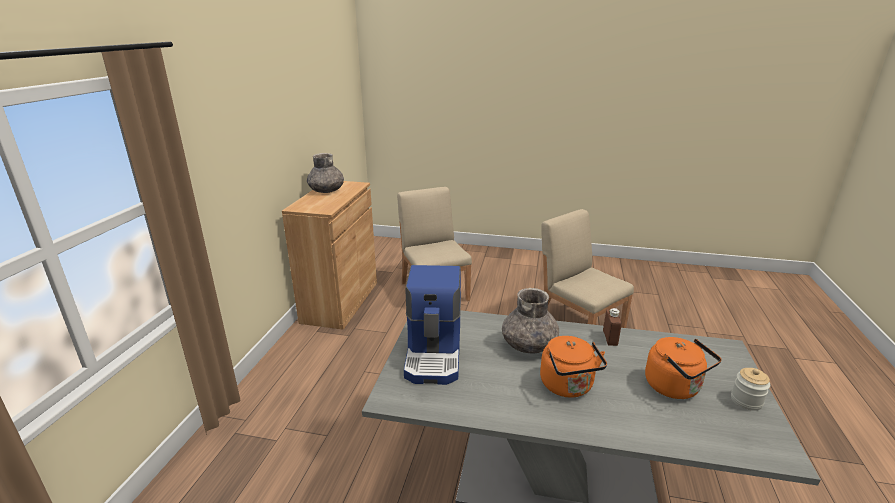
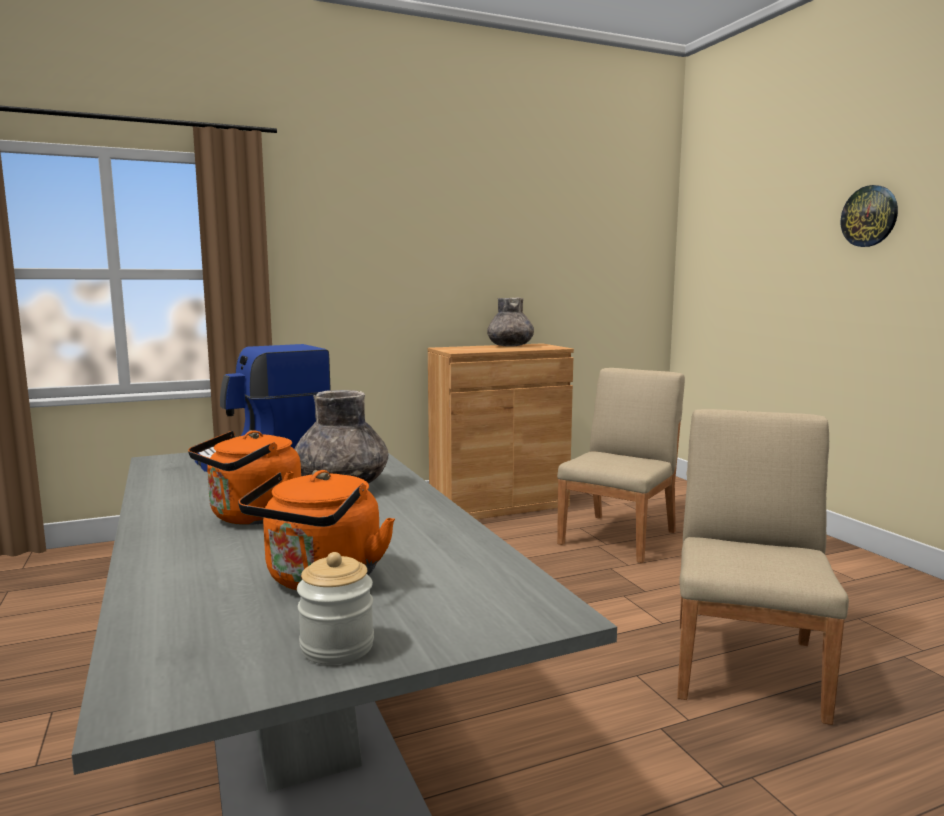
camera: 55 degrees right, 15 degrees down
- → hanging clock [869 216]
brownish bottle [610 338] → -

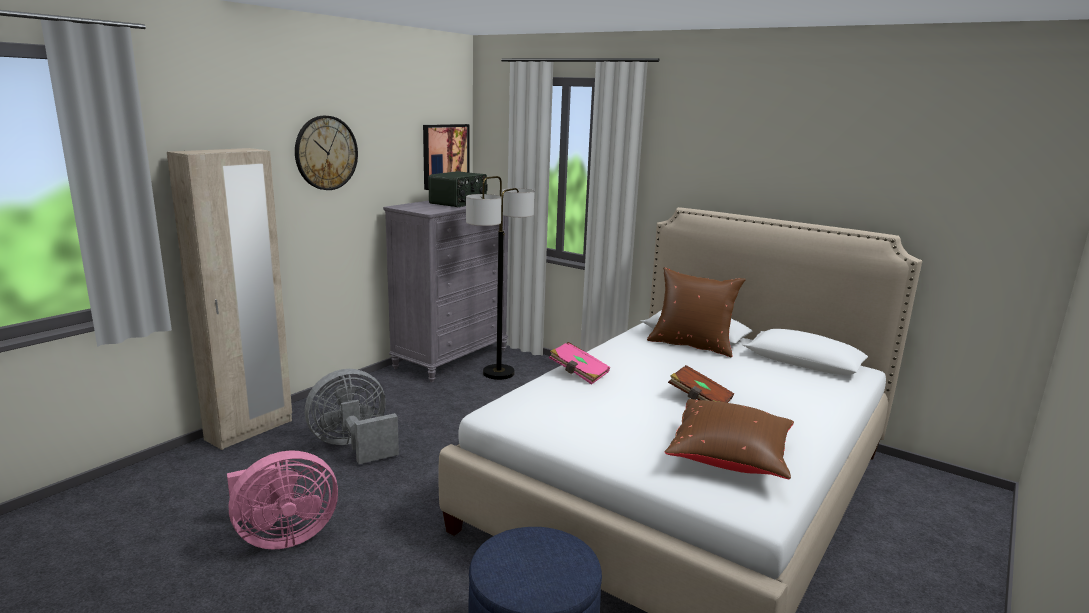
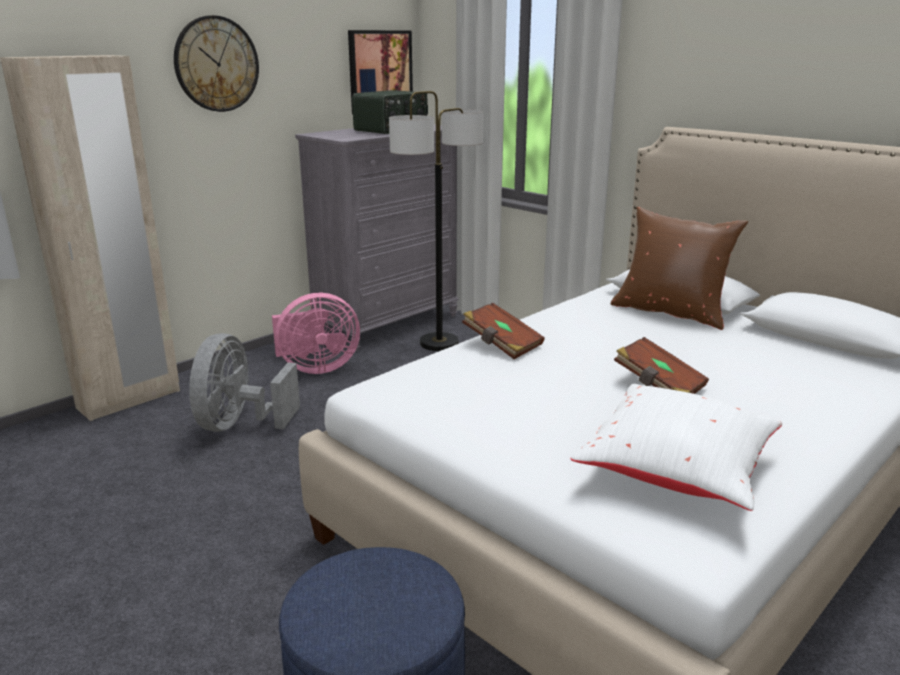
camera: 10 degrees right, 5 degrees up
gray cooling fan [354 446] → gray cooling fan [239 424], 60 degrees counterclockwise
pink cooling fan [282 537] → pink cooling fan [315 368], relocated
pink book [578 373] → brownish book [501 344]
brownish throw pillow [730 458] → white throw pillow [677 471]

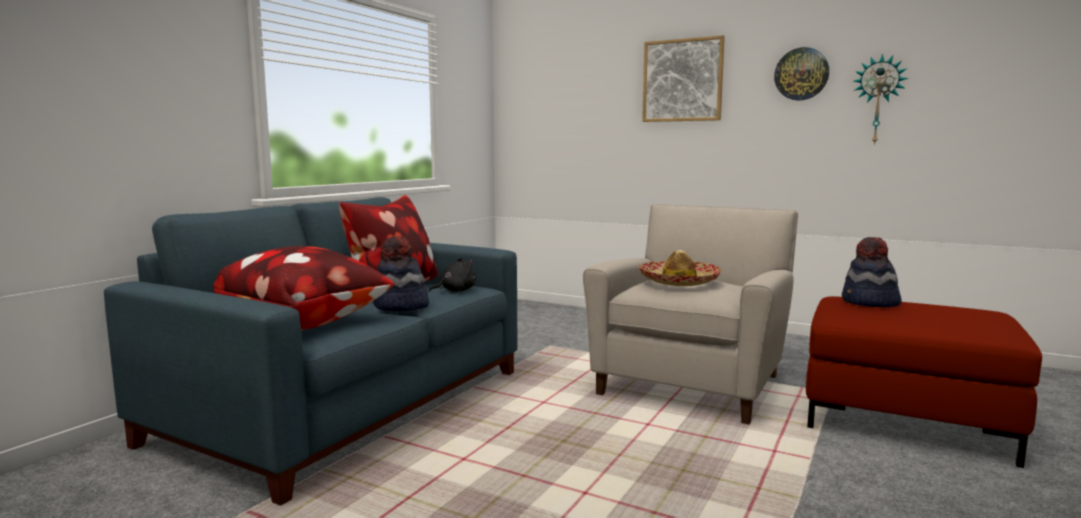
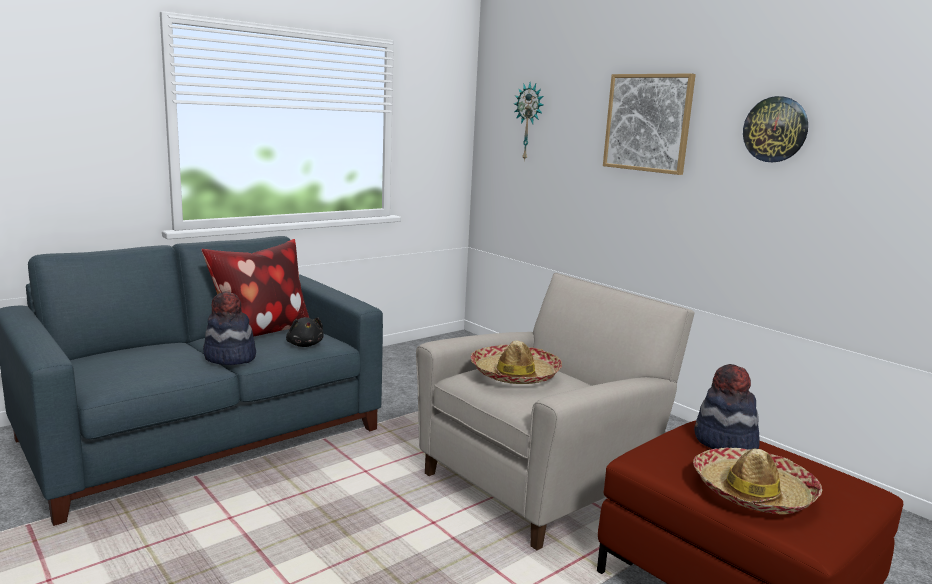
camera: 20 degrees right, 5 degrees up
blackish soft toy [455 291] → blackish soft toy [305 345], 75 degrees clockwise
hanging clock [878 100] → hanging clock [529 122], relocated
- → wearable hat [753 492]
throw pillow [305 324] → -

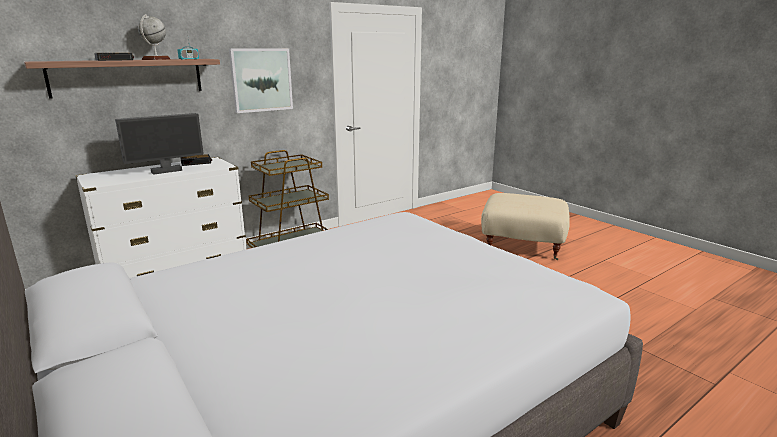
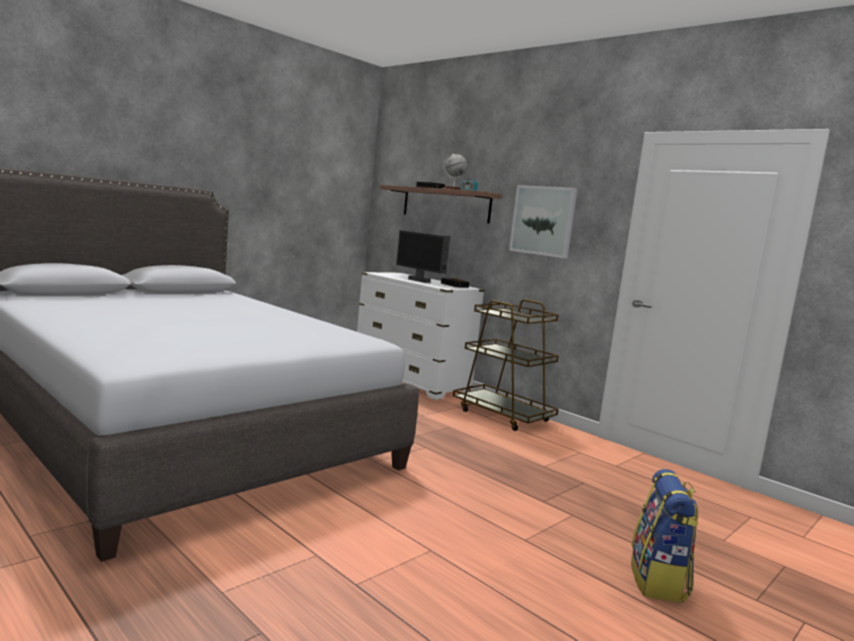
camera: 80 degrees right, 10 degrees down
sand-coloured footrest [523 246] → rucksack [658 581]

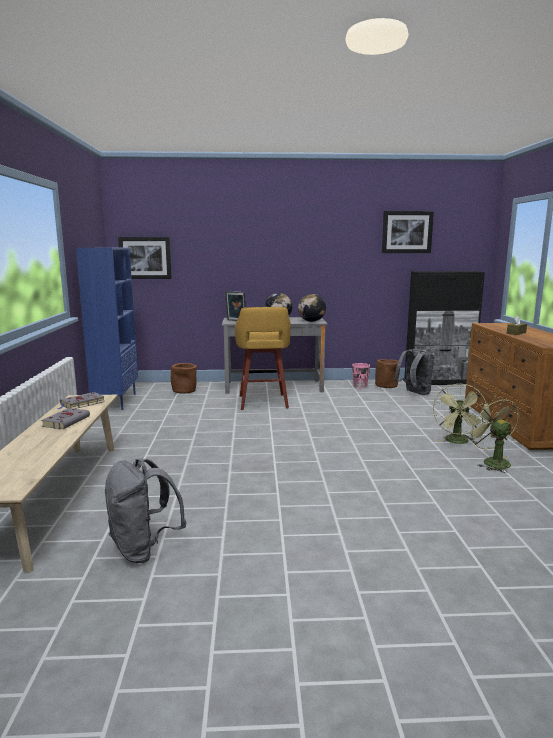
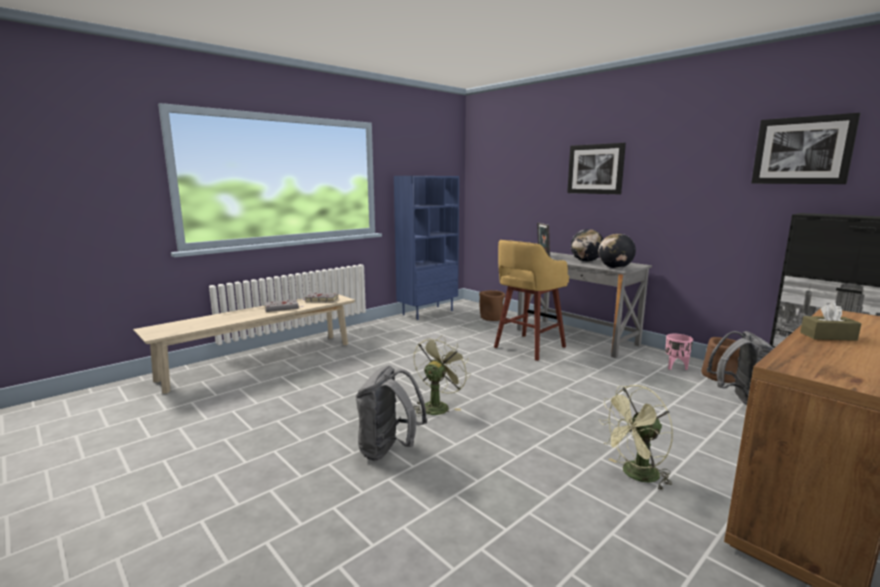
camera: 50 degrees right, 0 degrees up
gray rucksack [143 549] → gray rucksack [389 450], relocated
greenish cooling fan [491 461] → greenish cooling fan [437 406], relocated
picture [145 258] → picture [595 169], relocated

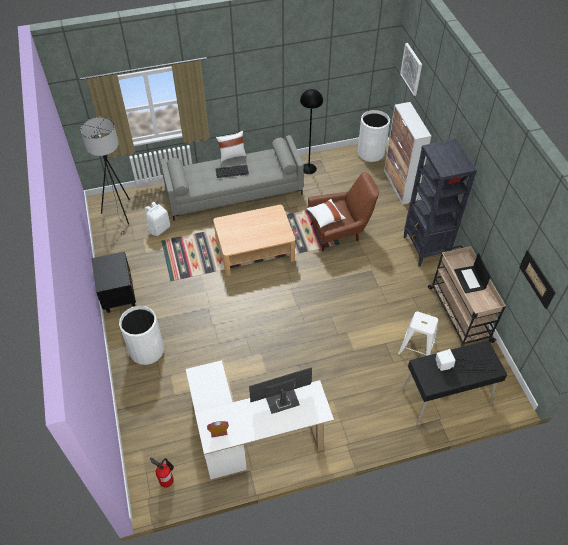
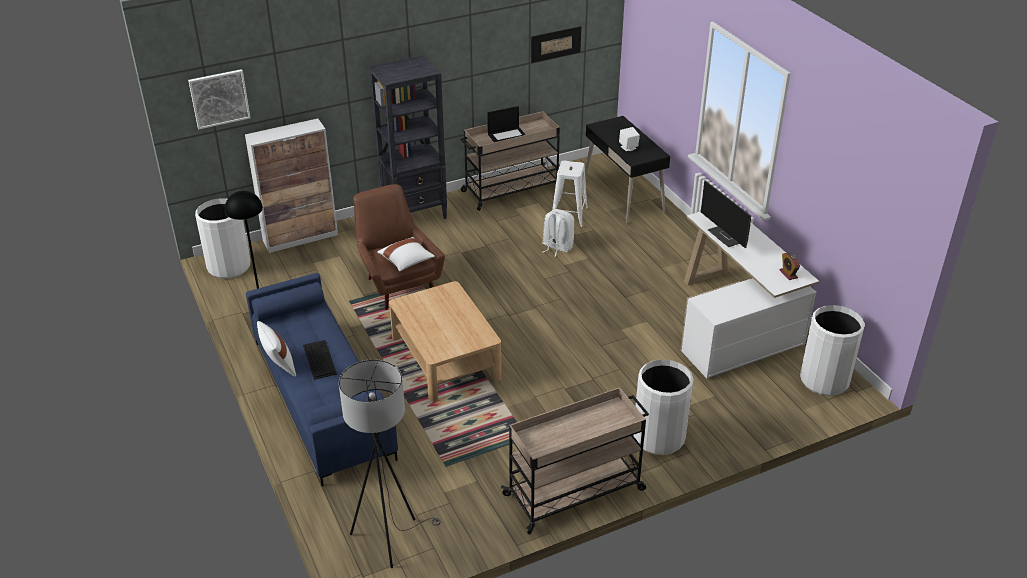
camera: 100 degrees left, 15 degrees down
gray settee [234 191] → bluish settee [321 398]
blackish bedside table [119 297] → sand-coloured trolley [576 492]
white rucksack [159 228] → white rucksack [557 247], relocated
extinguisher [167 479] → white rubbish bin [824 380]

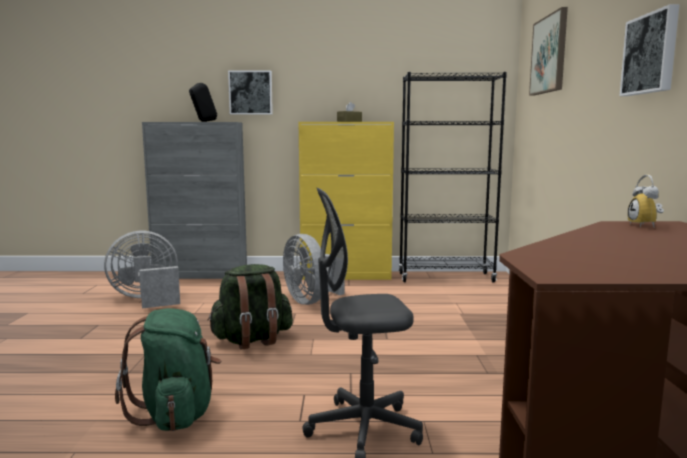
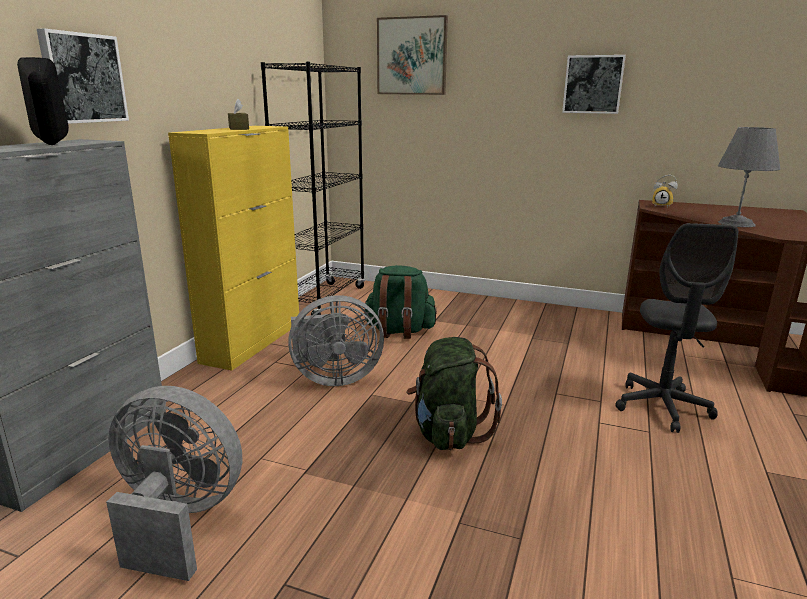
camera: 70 degrees left, 10 degrees up
gray cooling fan [147 299] → gray cooling fan [178 519], 105 degrees clockwise
greenish rucksack [176 413] → greenish rucksack [399 331], relocated
- → gray lamp for a table [737 223]

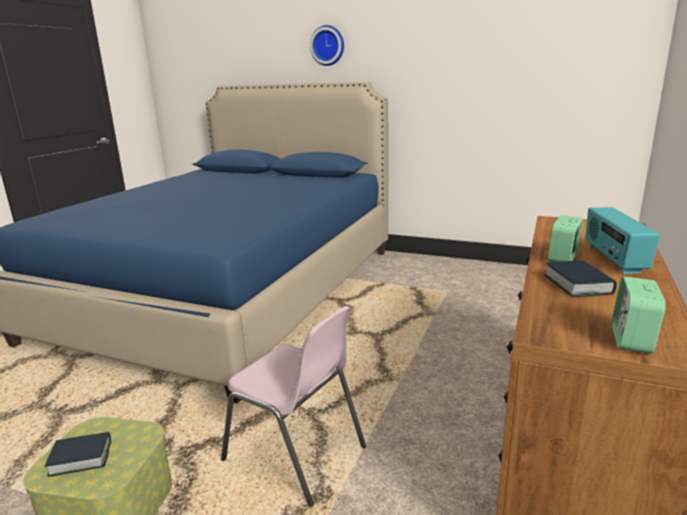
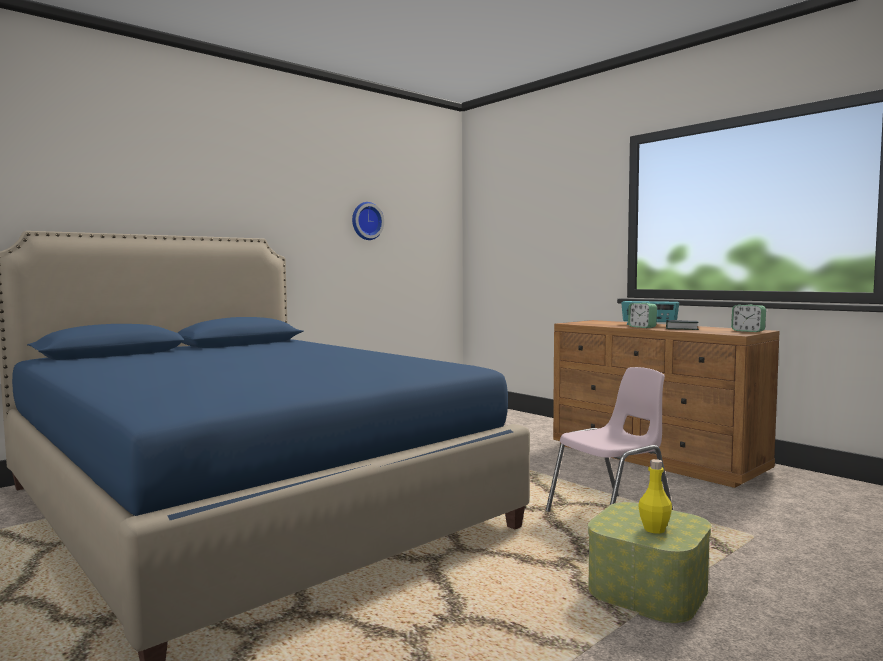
camera: 65 degrees left, 15 degrees down
hanging clock [328 45] → hanging clock [366 221], relocated
book [81 458] → yellow bottle [654 529]

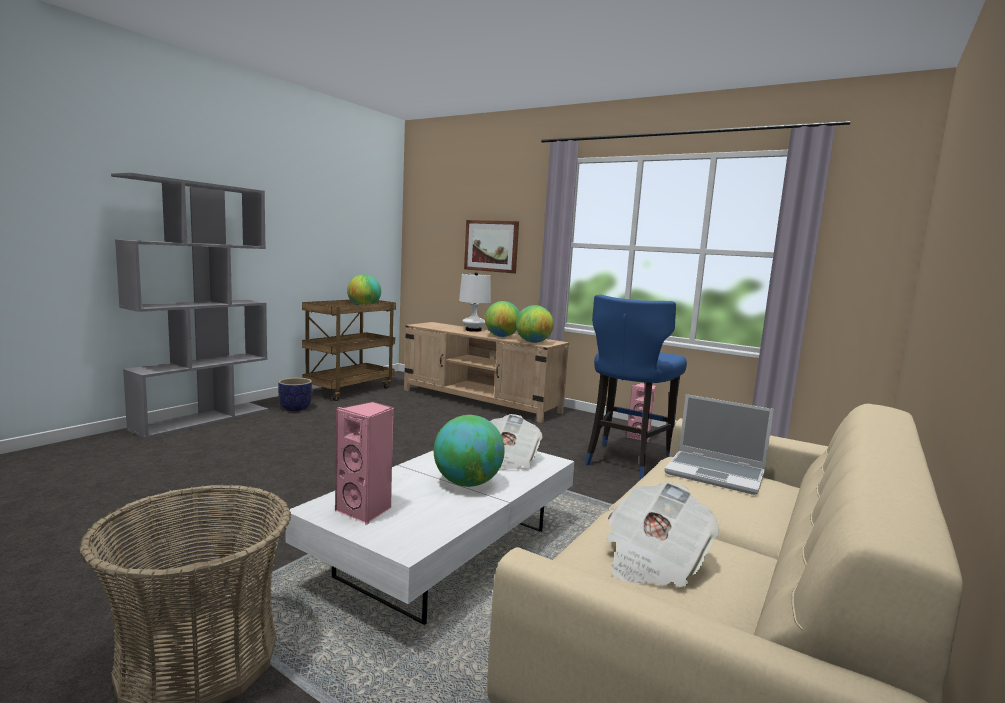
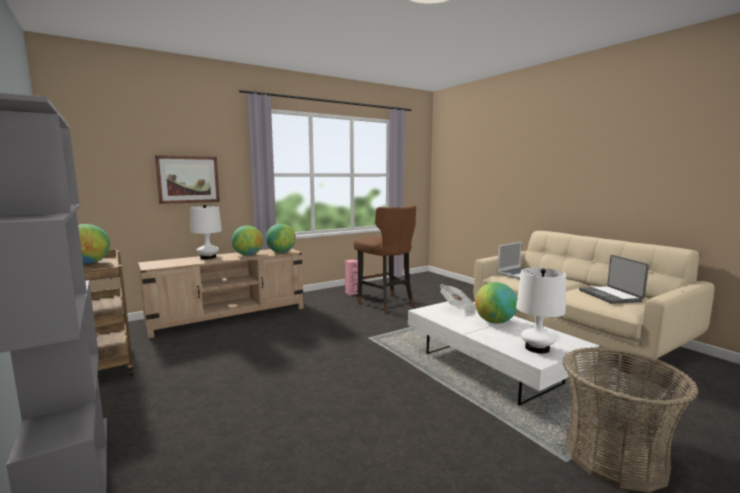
camera: 65 degrees left, 0 degrees up
bluish sitting stool [625 461] → brownish sitting stool [385 304]
pink loudspeaker [366 511] → white lamp for a table [537 348]
newspaper [653 561] → portable computer [611 296]
planter [295 408] → -

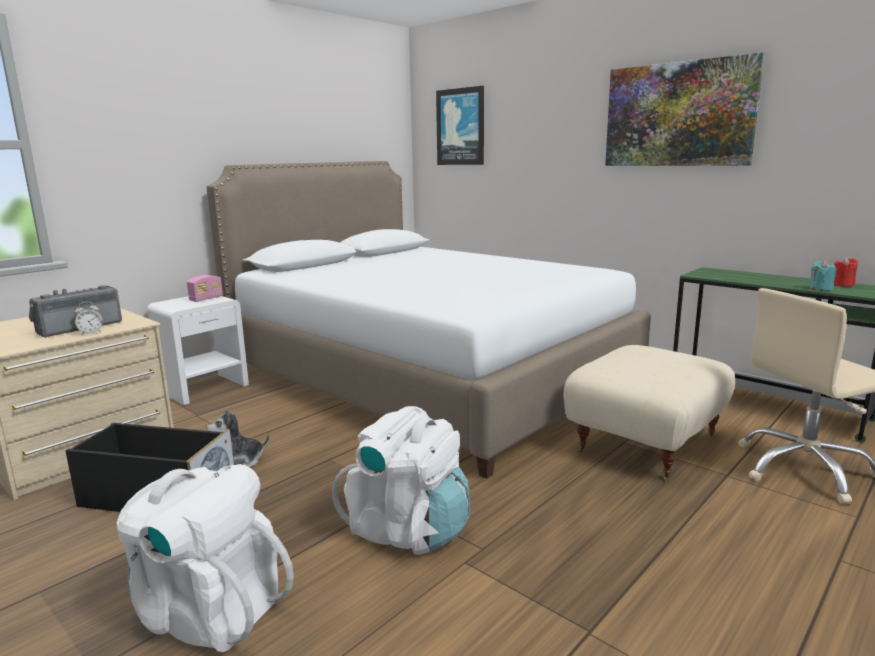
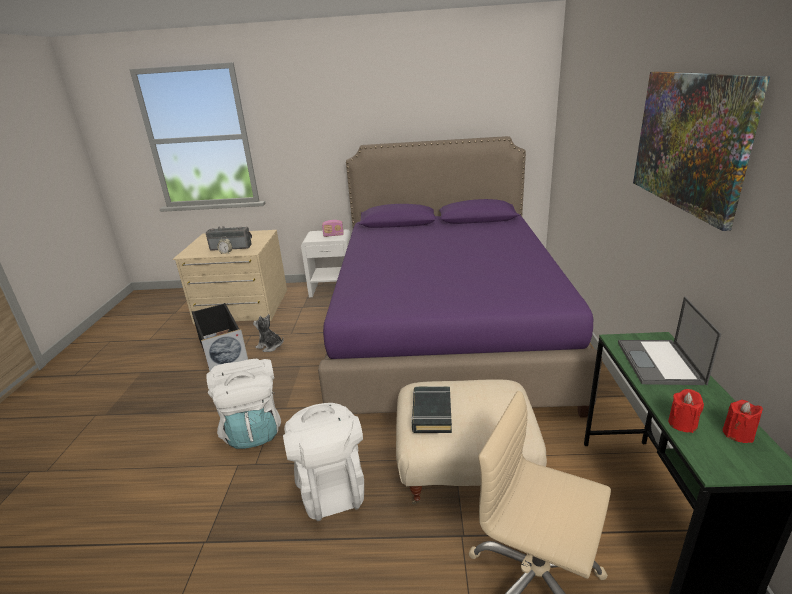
camera: 50 degrees right, 10 degrees up
white rucksack [208 610] → white rucksack [330 487], relocated
white bedroom bed [428 377] → purplish bedroom bed [445 332]
- → blackish book [431 413]
- → portable computer [660 363]
blue-green wax light [820 289] → reddish wax light [682 424]
picture [461 127] → -

